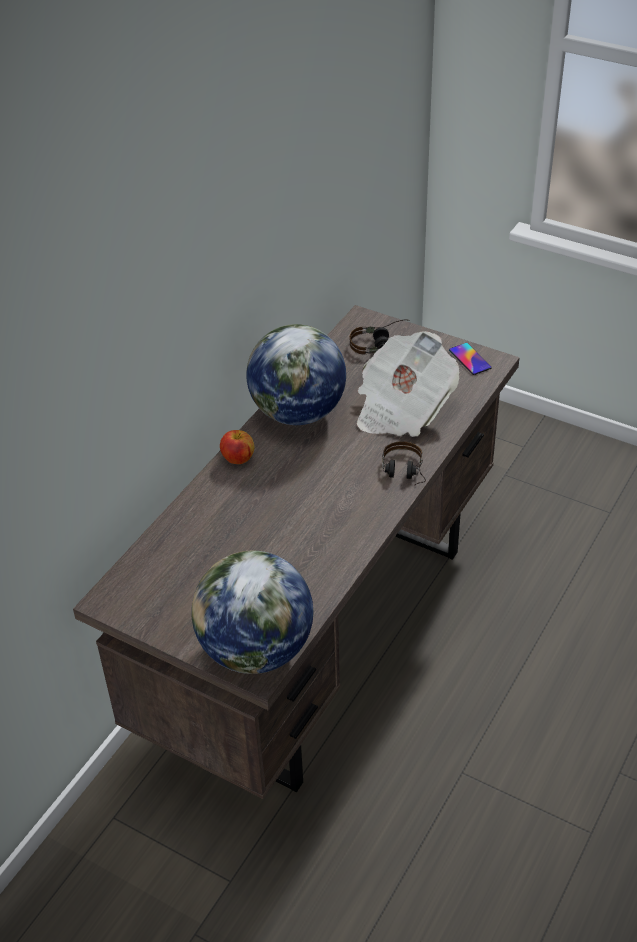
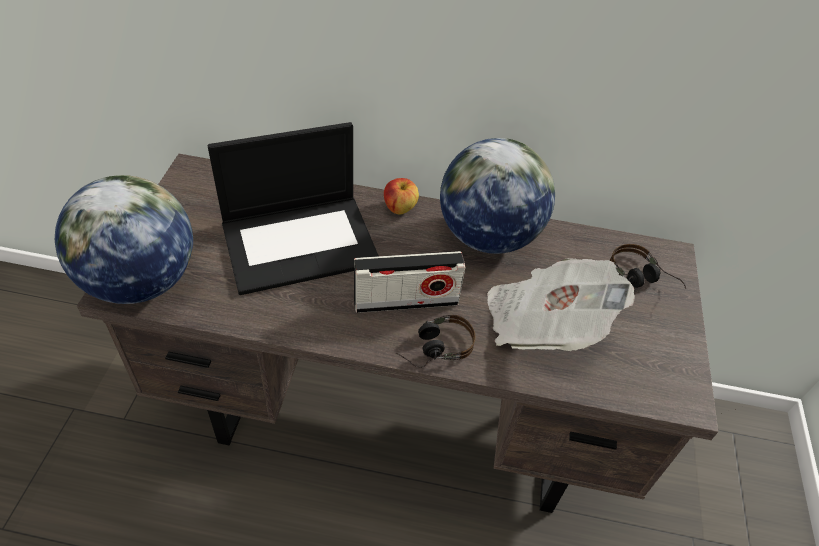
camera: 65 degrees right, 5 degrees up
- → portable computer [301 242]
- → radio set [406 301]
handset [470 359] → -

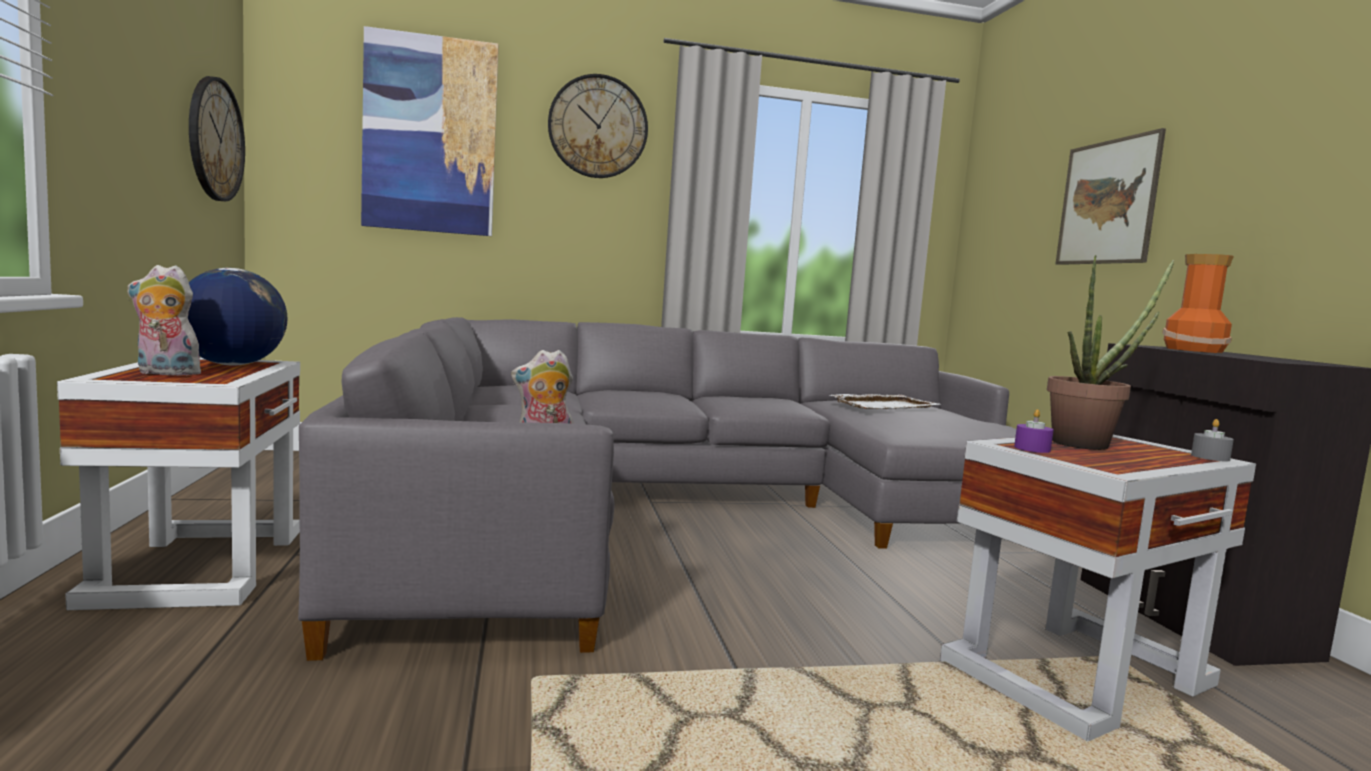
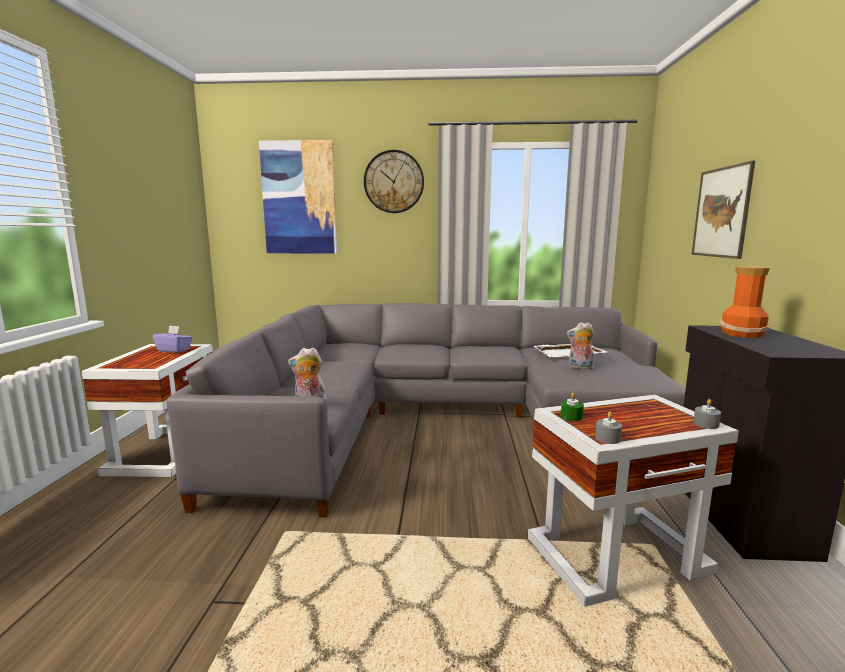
camera: 15 degrees right, 5 degrees up
globe [232 365] → purplish tissue holder [174 350]
purplish wax light [1032 448] → greenish wax light [571 417]
soft toy [164 373] → soft toy [580 367], relocated
- → gray wax light [607 438]
hanging clock [215 139] → -
houseplant [1089 444] → -

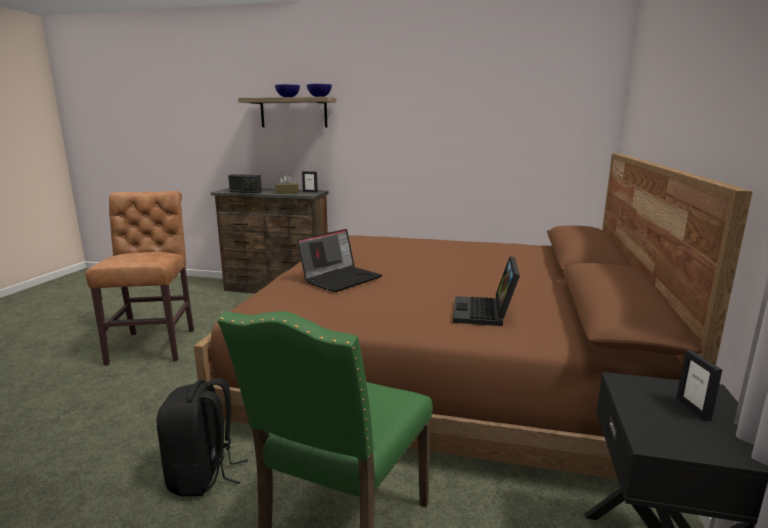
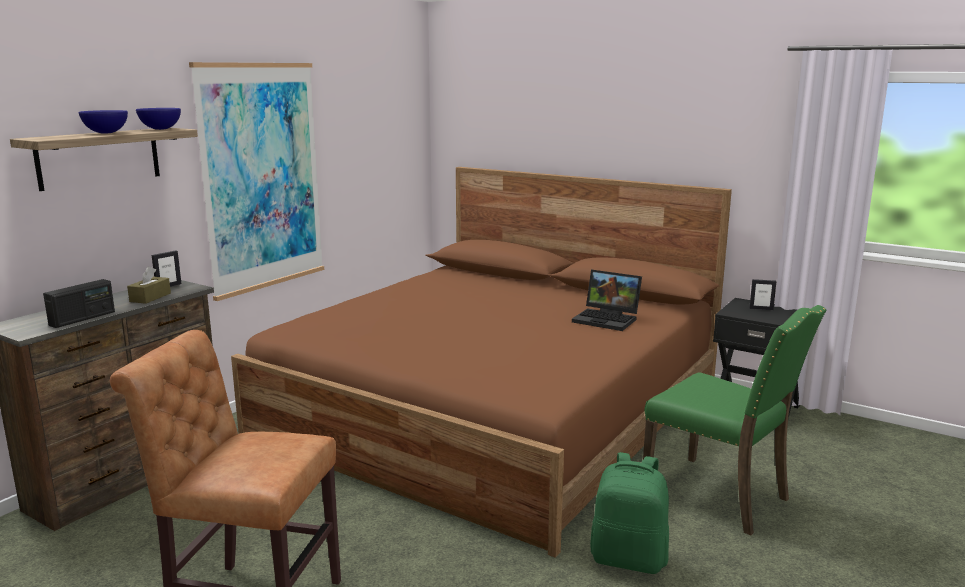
camera: 70 degrees left, 0 degrees up
- → picture [262 177]
blackish rucksack [203 475] → greenish rucksack [629 558]
portable computer [341 278] → -

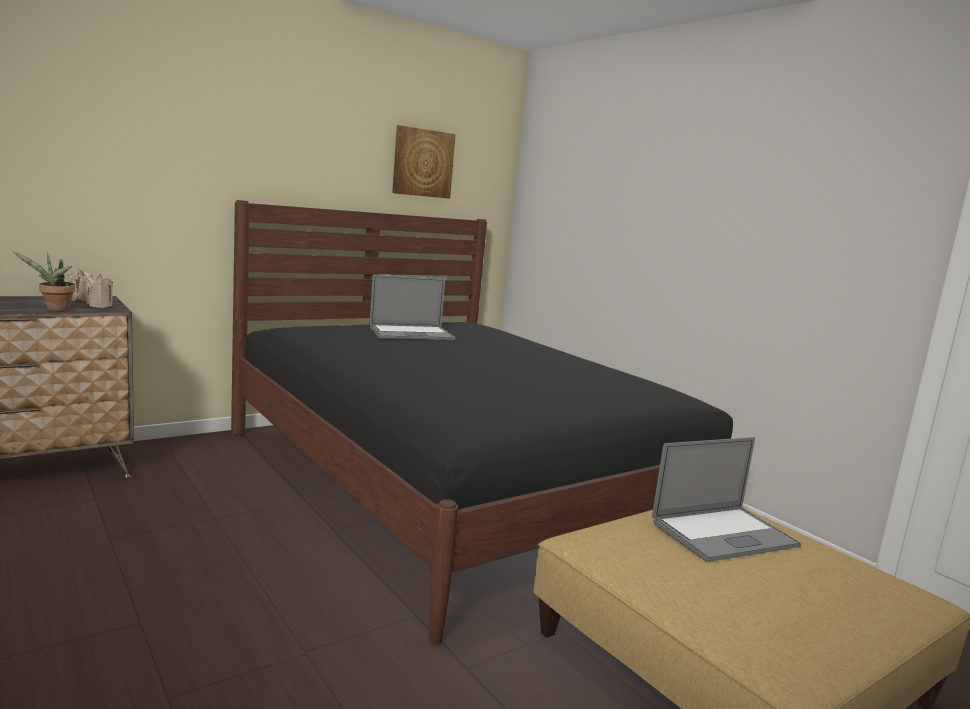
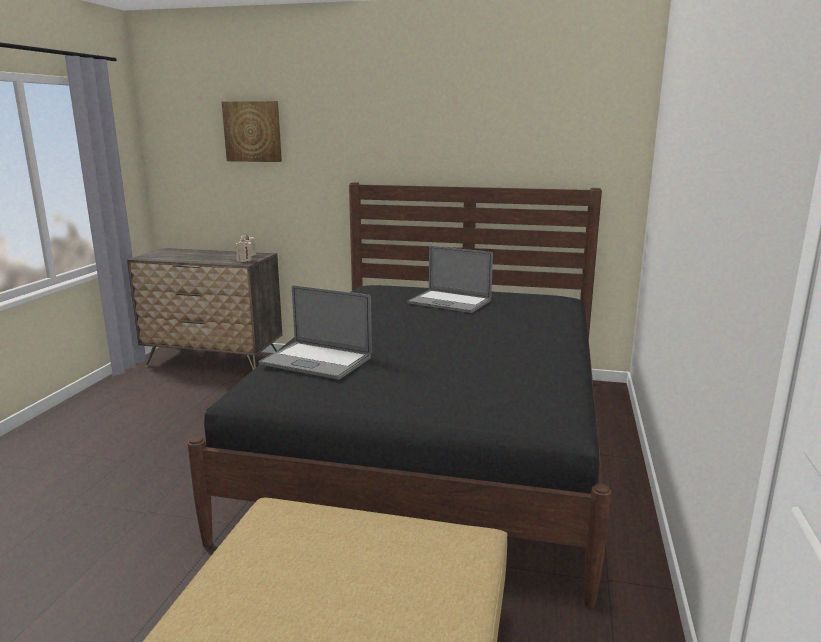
camera: 50 degrees right, 5 degrees up
picture [422 163] → picture [253 131], relocated
portable computer [724 534] → portable computer [316 361], relocated
houseplant [55 309] → -

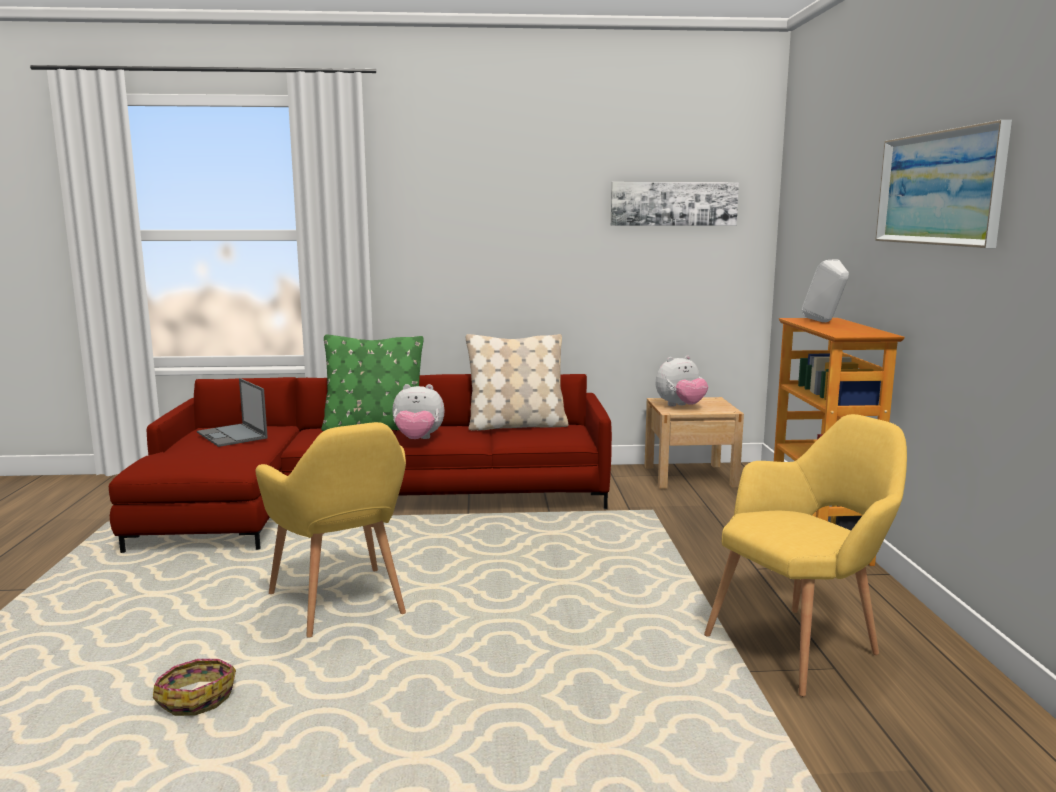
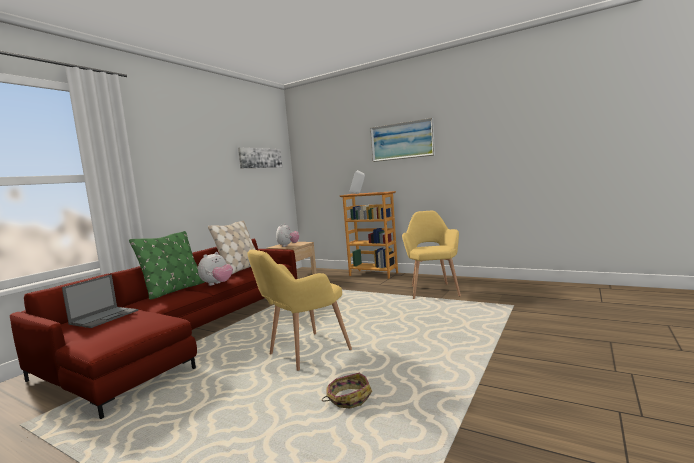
camera: 55 degrees left, 5 degrees down
portable computer [232 435] → portable computer [105 317], 60 degrees counterclockwise
yellow lounge chair [342 607] → yellow lounge chair [304 353], 135 degrees clockwise

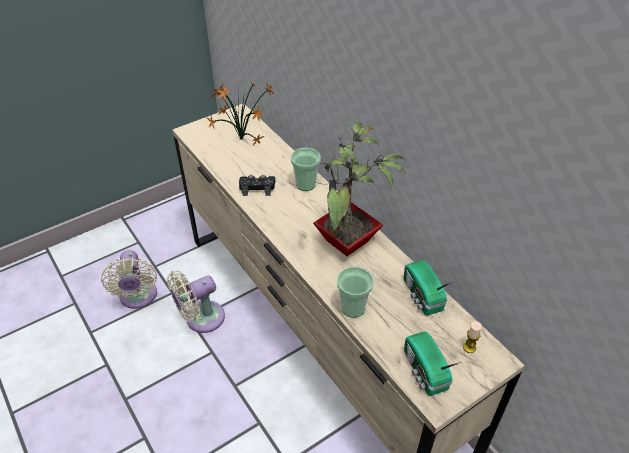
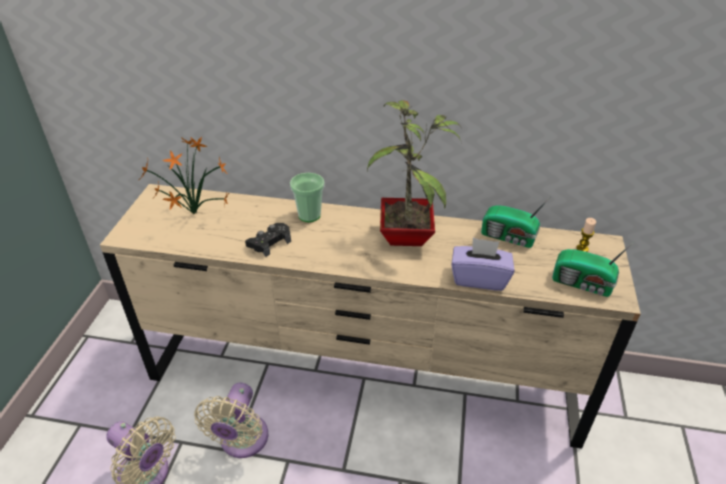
camera: 45 degrees left, 5 degrees down
small cup [353 308] → purplish tissue holder [479 278]

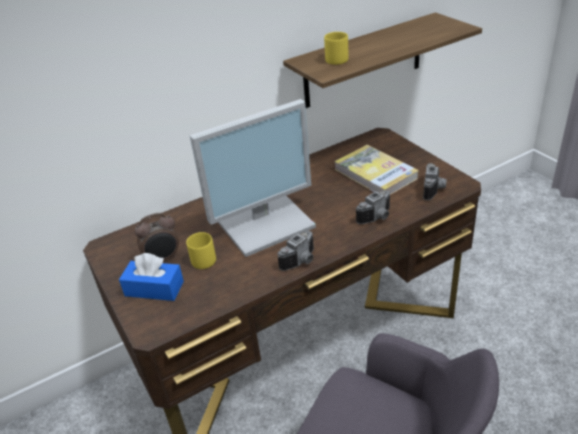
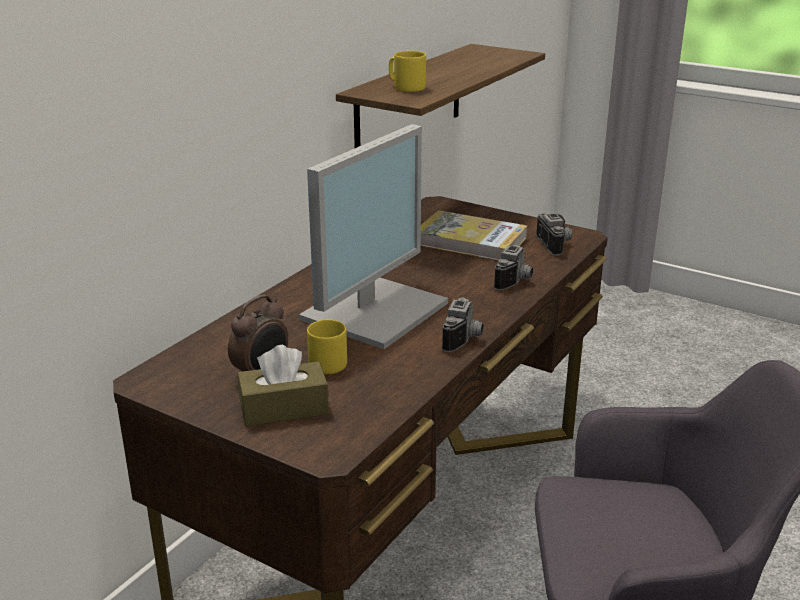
camera: 30 degrees left, 10 degrees down
bluish tissue holder [154 288] → brownish tissue holder [284 408]

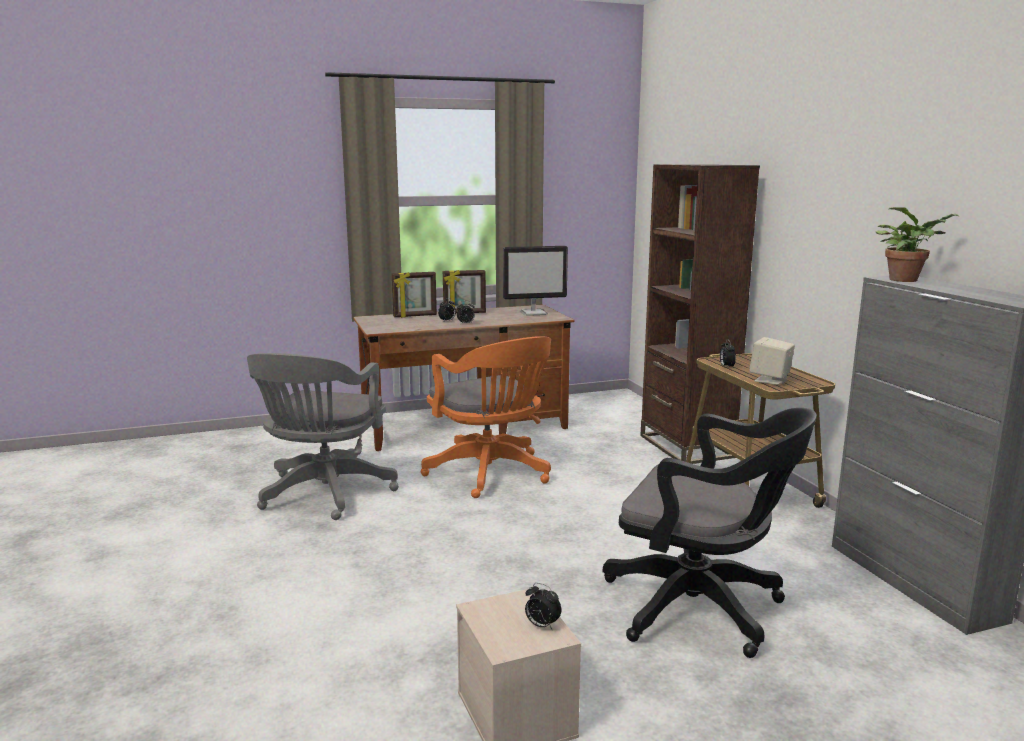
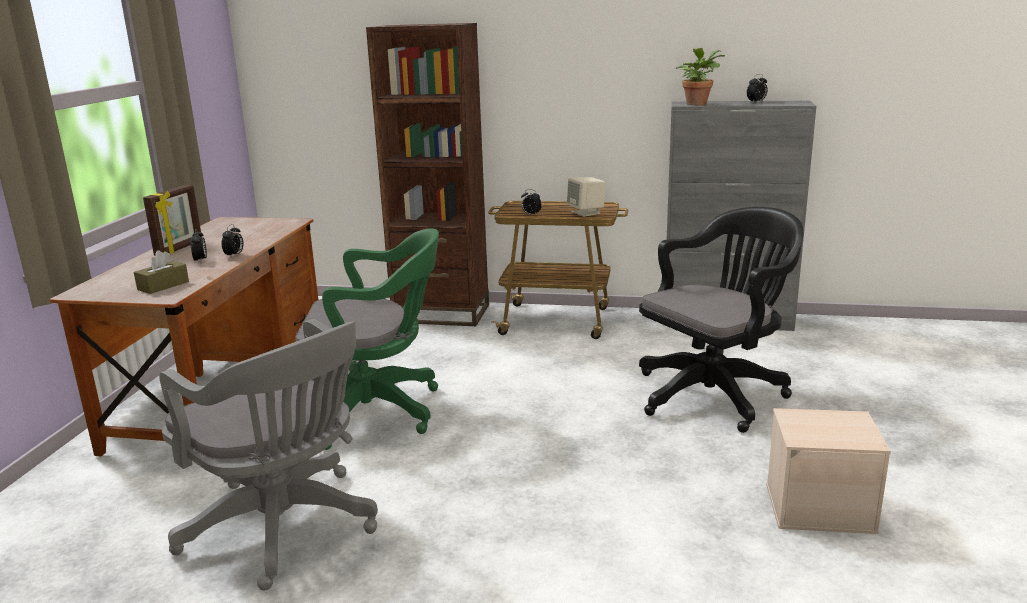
camera: 60 degrees left, 5 degrees up
- → brownish tissue holder [163 285]
orange office chair [491 474] → greenish office chair [376 411]
bedside clock [541 625] → bedside clock [756 102], relocated
photo frame [415 316] → -
monitor [534 313] → -

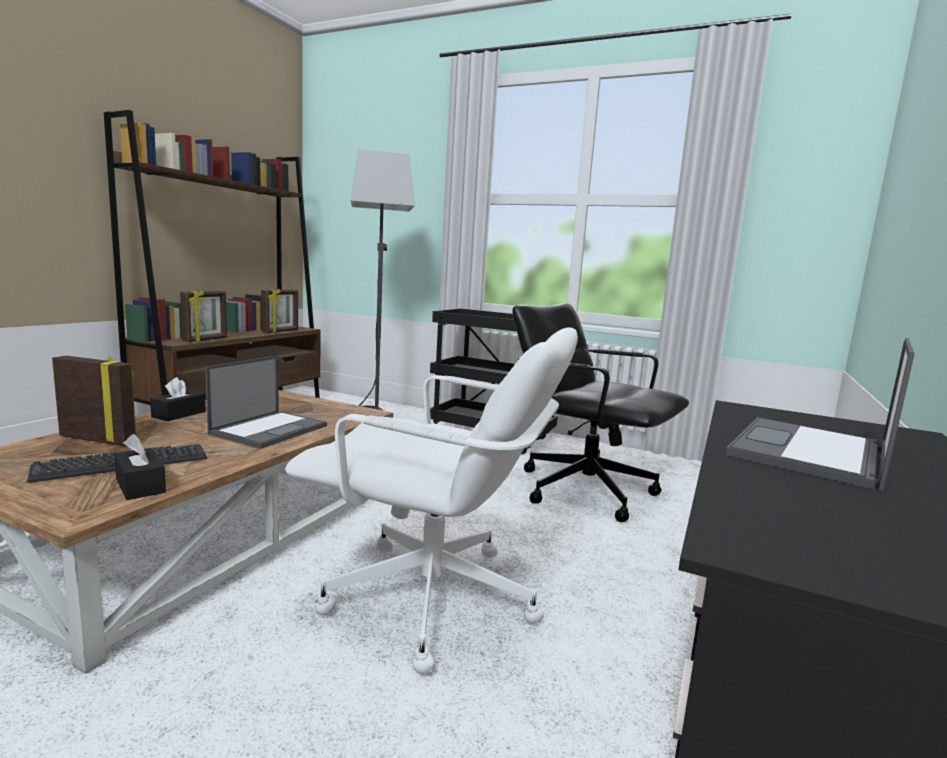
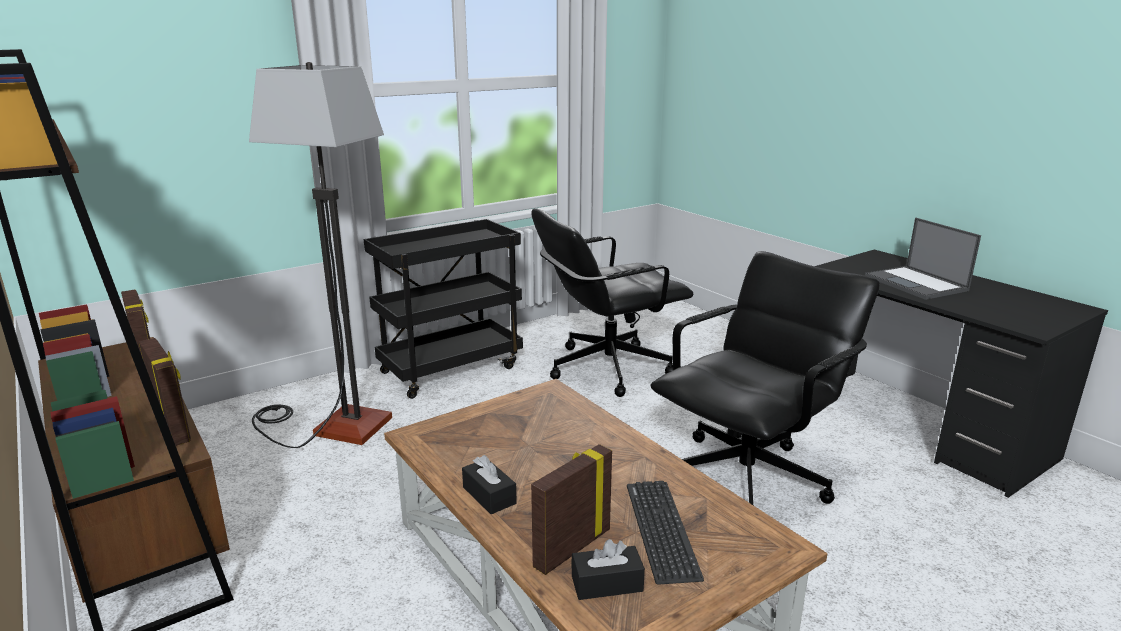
camera: 60 degrees left, 10 degrees up
blackish tissue holder [140 485] → blackish tissue holder [607 583], relocated
white office chair [433 600] → blackish office chair [747 479]
portable computer [270 429] → -

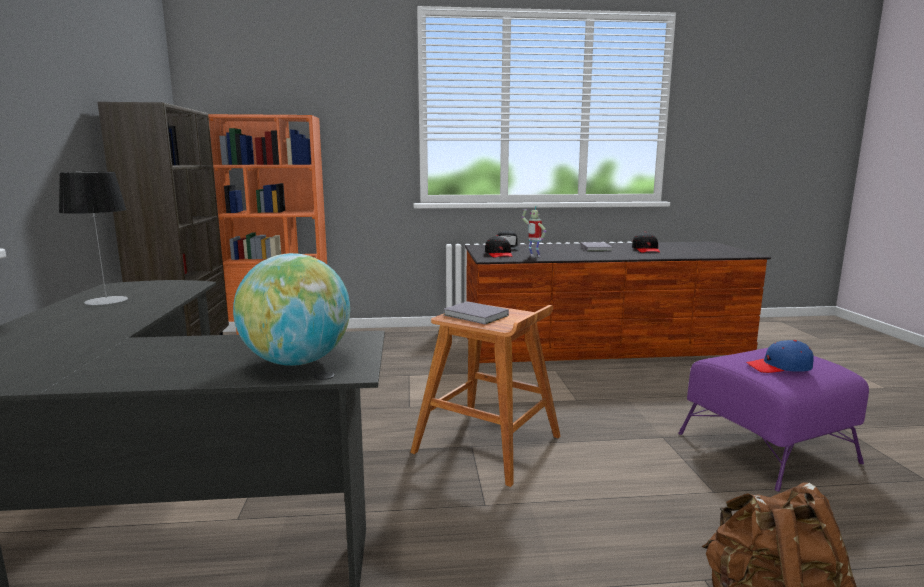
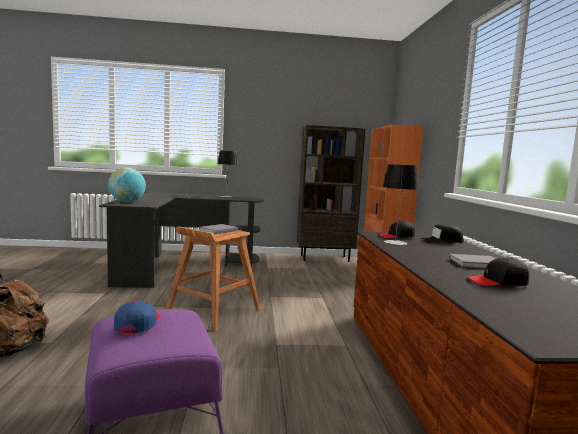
camera: 90 degrees right, 5 degrees down
toy robot [533 256] → lamp for a table [395 242]

